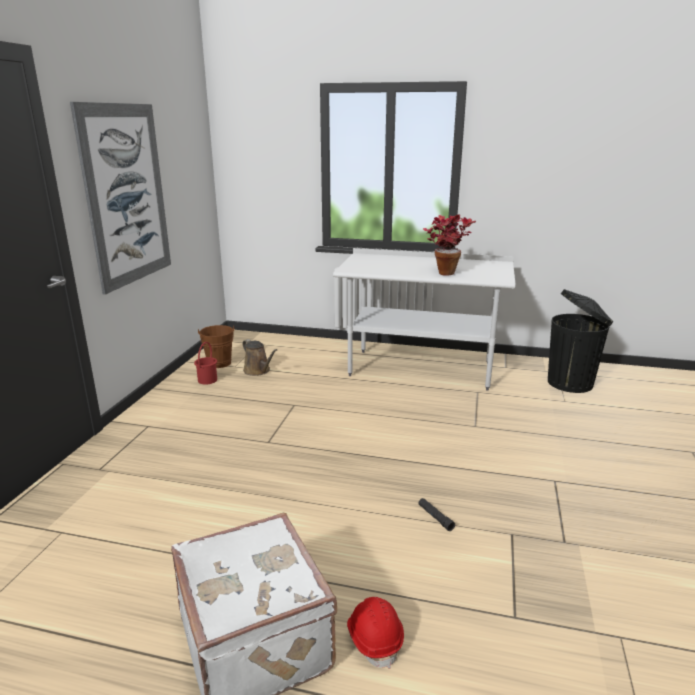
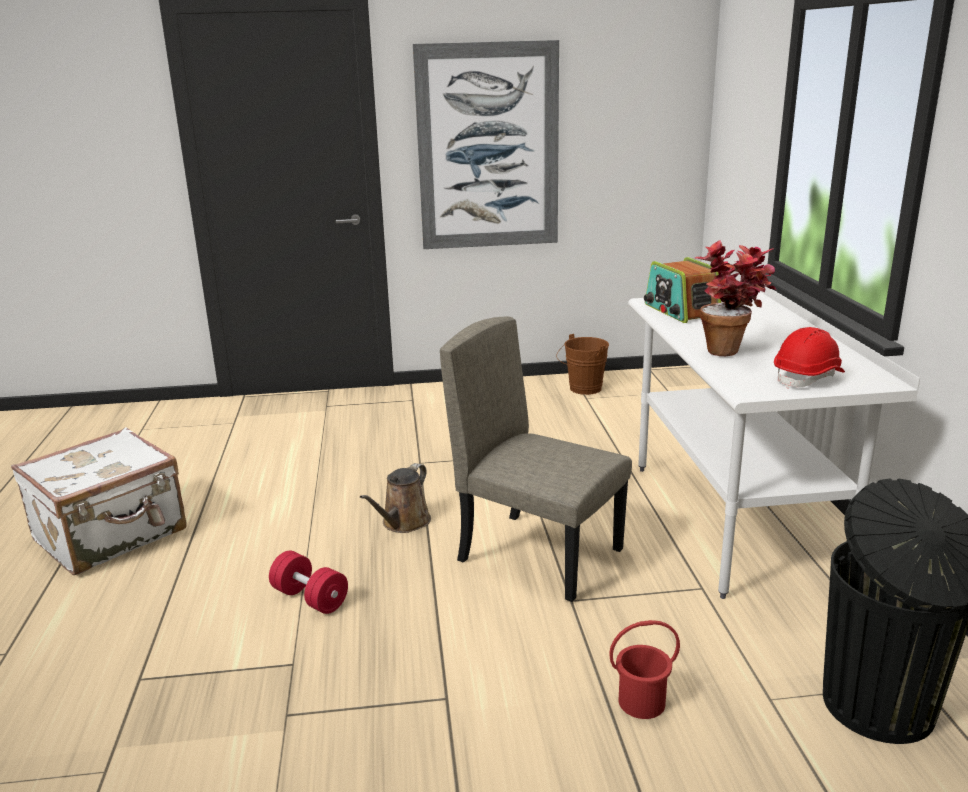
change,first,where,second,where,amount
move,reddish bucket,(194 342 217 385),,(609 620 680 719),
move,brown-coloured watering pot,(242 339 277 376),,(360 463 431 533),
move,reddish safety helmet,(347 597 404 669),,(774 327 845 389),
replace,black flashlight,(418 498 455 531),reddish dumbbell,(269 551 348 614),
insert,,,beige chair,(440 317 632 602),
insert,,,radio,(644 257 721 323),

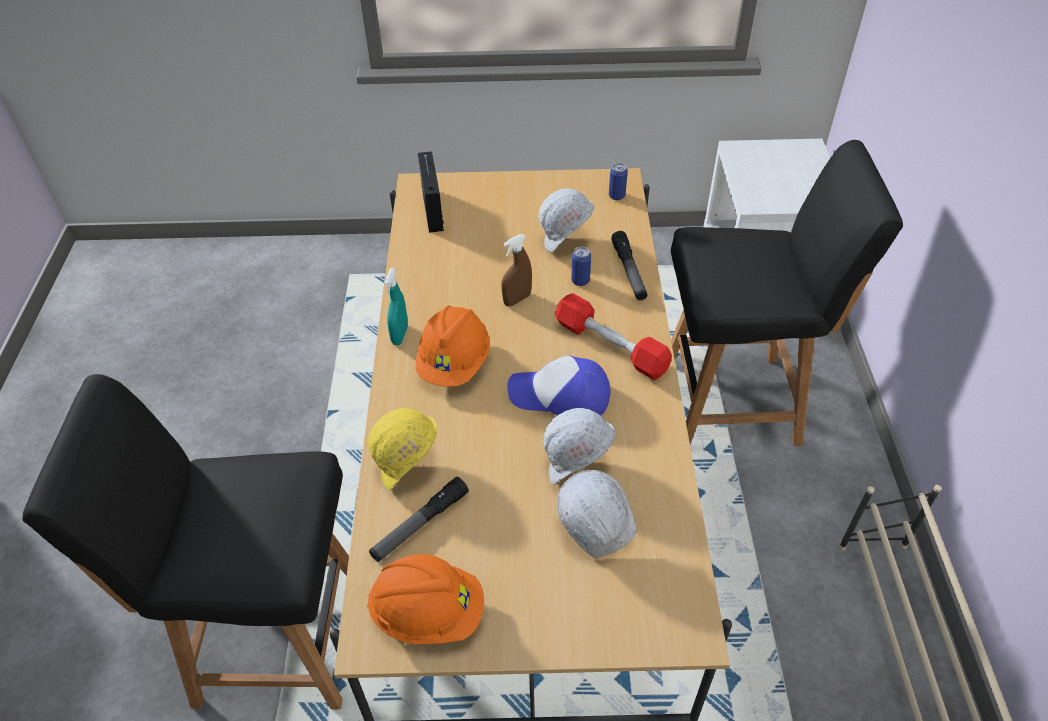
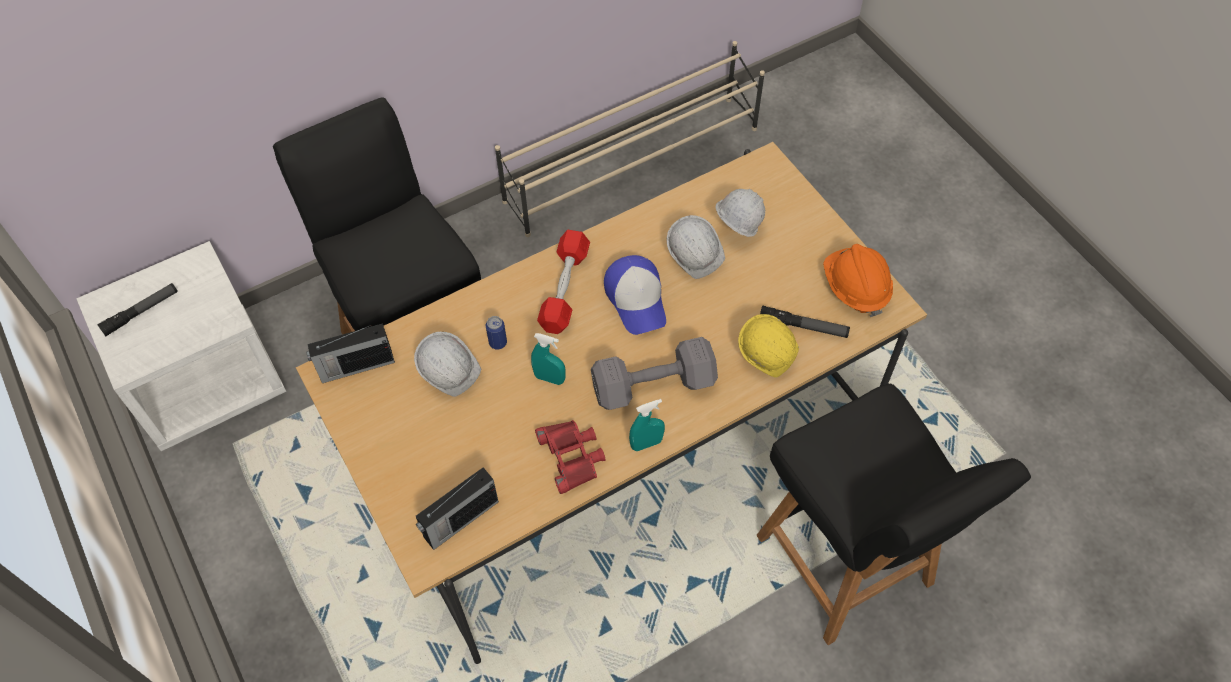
change,first,where,second,where,amount
replace,orange-coloured safety helmet,(416 306 490 387),grey dumbbell,(591 337 718 410),
recolor,brown-coloured spray bottle,(502 234 532 306),turquoise-coloured spray bottle,(531 333 566 385),
replace,sealed can,(609 163 628 200),radio,(306 323 395 383),
move,flashlight,(611 231 647 300),,(97 283 178 336),
insert,,,reddish binoculars,(535 420 606 494),

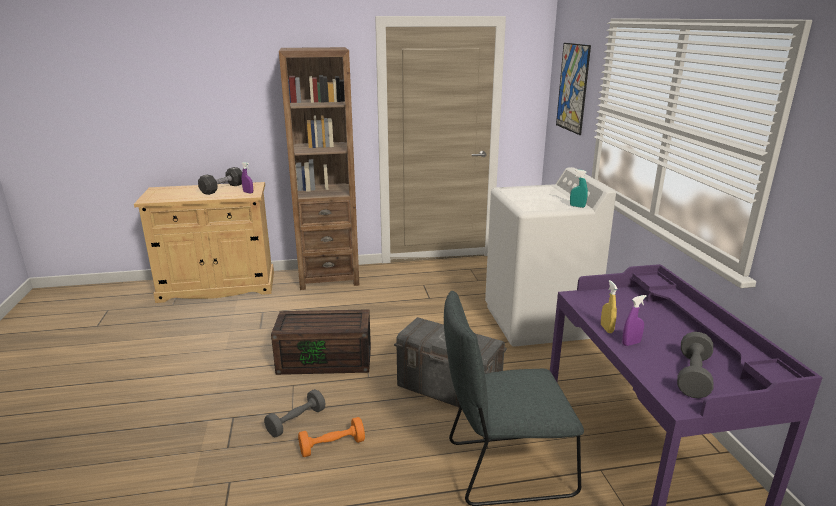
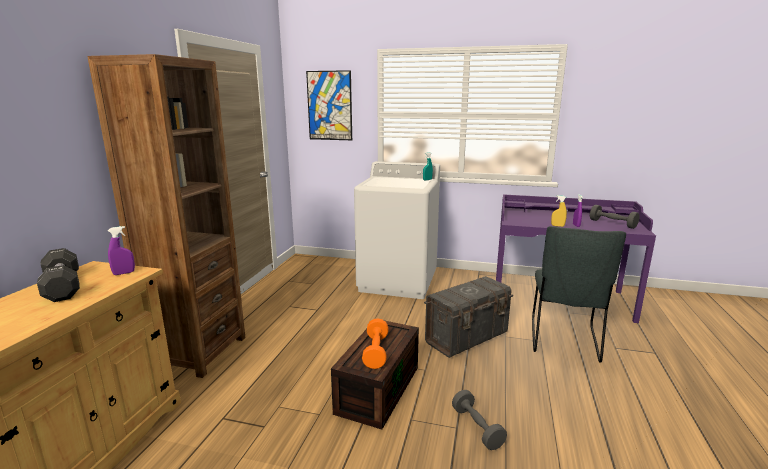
change,first,where,second,where,amount
move,orange-coloured dumbbell,(298 417 365 457),,(362 318 388 369),

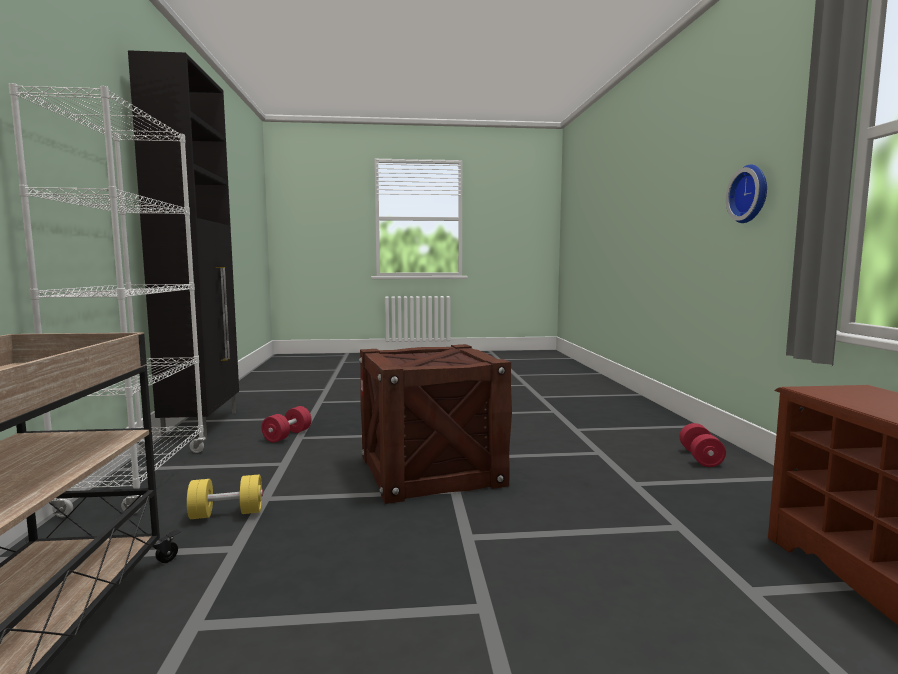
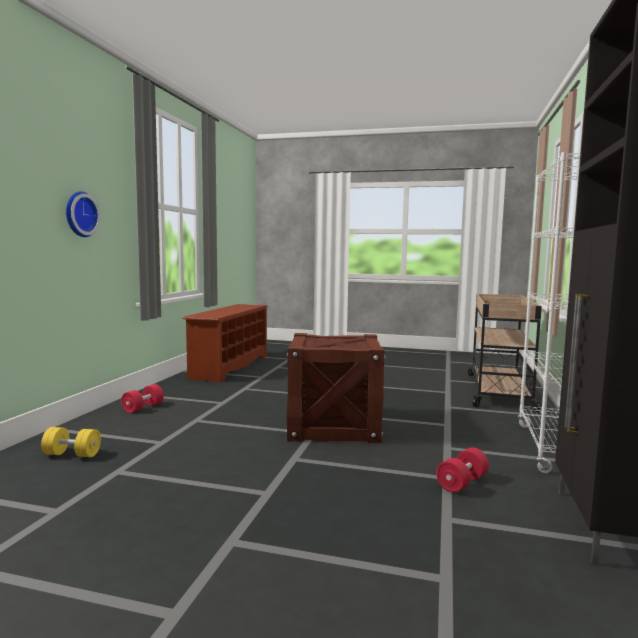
change,first,where,second,where,amount
move,yellow-coloured dumbbell,(187 474 263 519),,(41 427 101 457),

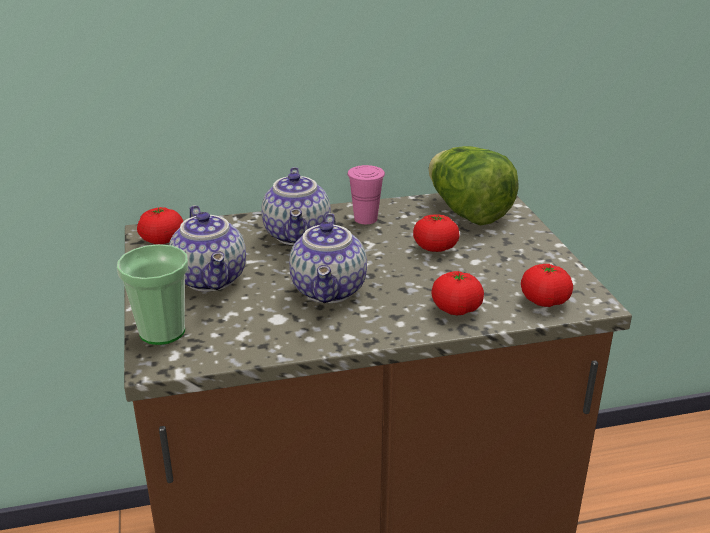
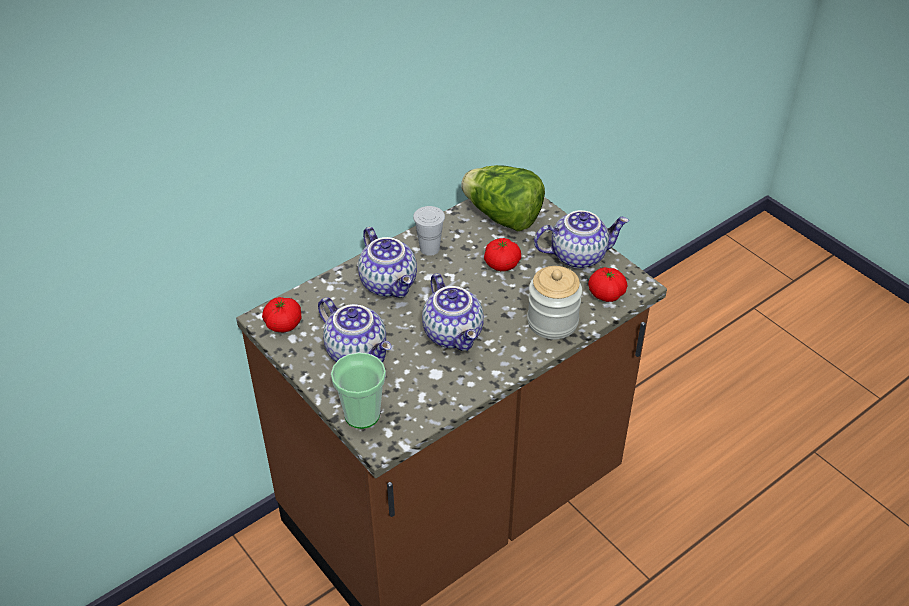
change,first,where,second,where,amount
recolor,pink-coloured drinking cup,(348 165 385 224),white drinking cup,(413 206 445 256),
replace,whole tomato,(431 271 484 315),jar,(527 266 582 339),
insert,,,tea pot,(534 210 629 269),

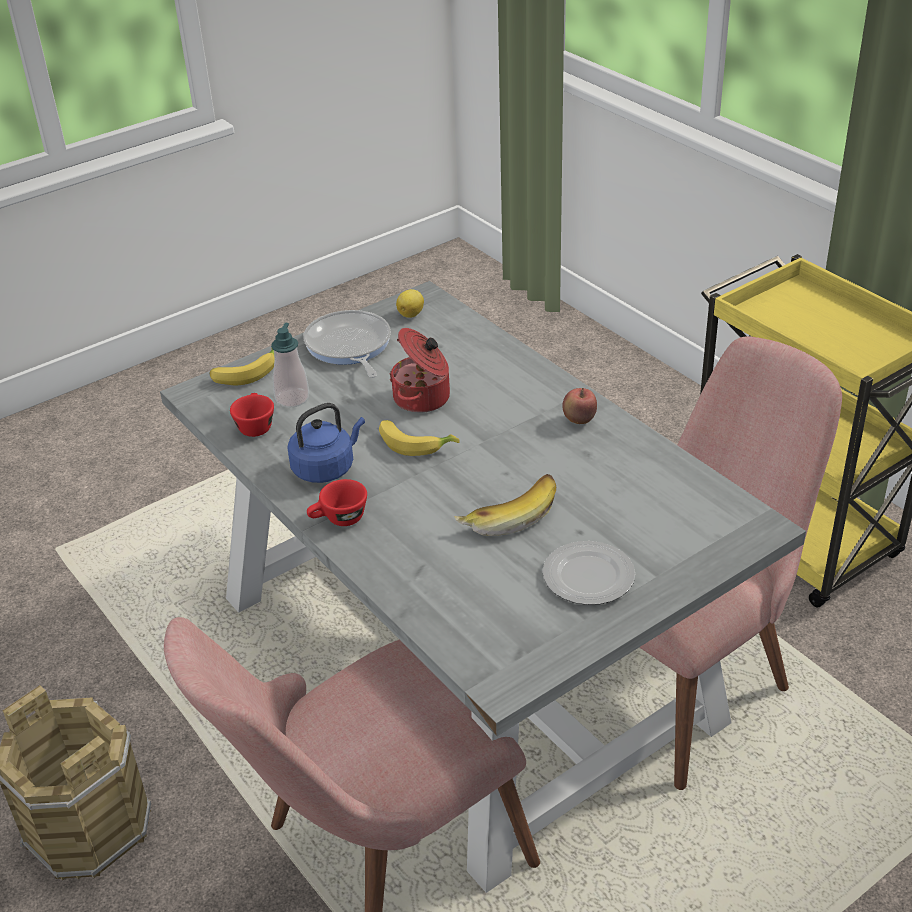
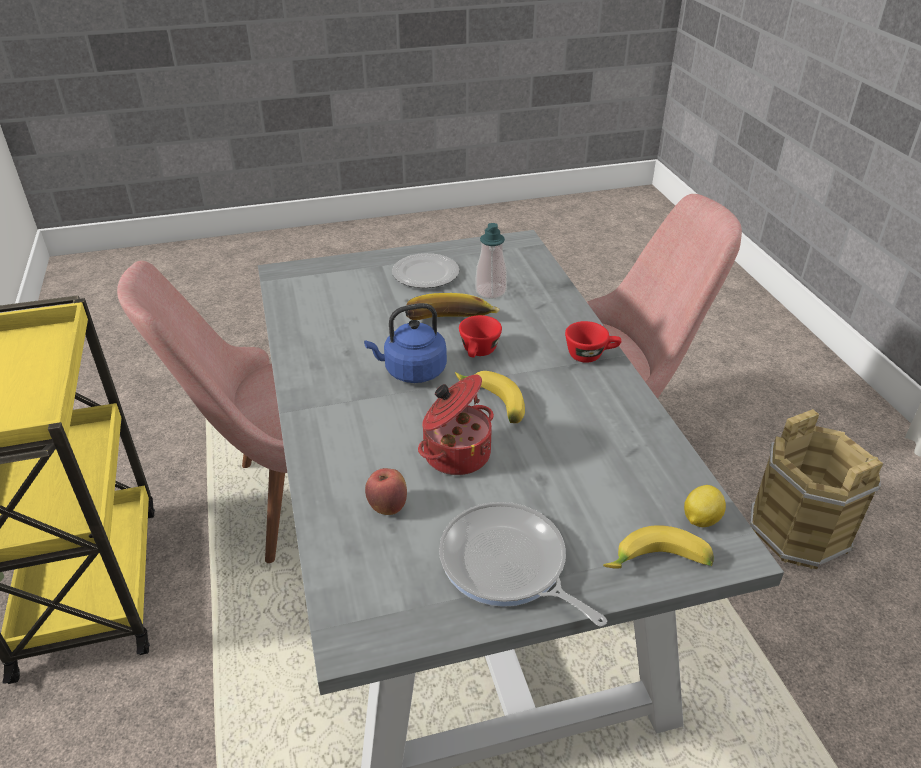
change,first,where,second,where,amount
move,reddish drinking cup,(230 393 274 437),,(459 315 502 357),
move,liquid soap bottle,(271 323 309 408),,(475 223 507 299),
move,blue-coloured tea kettle,(287 403 365 483),,(364 303 447 383),
rotate,frying pan,(303 310 391 378),,(439 502 607 627),135 degrees clockwise
move,citrus fruit,(396 289 424 318),,(684 485 726 527),
move,whole apple,(562 388 597 424),,(365 468 407 515),

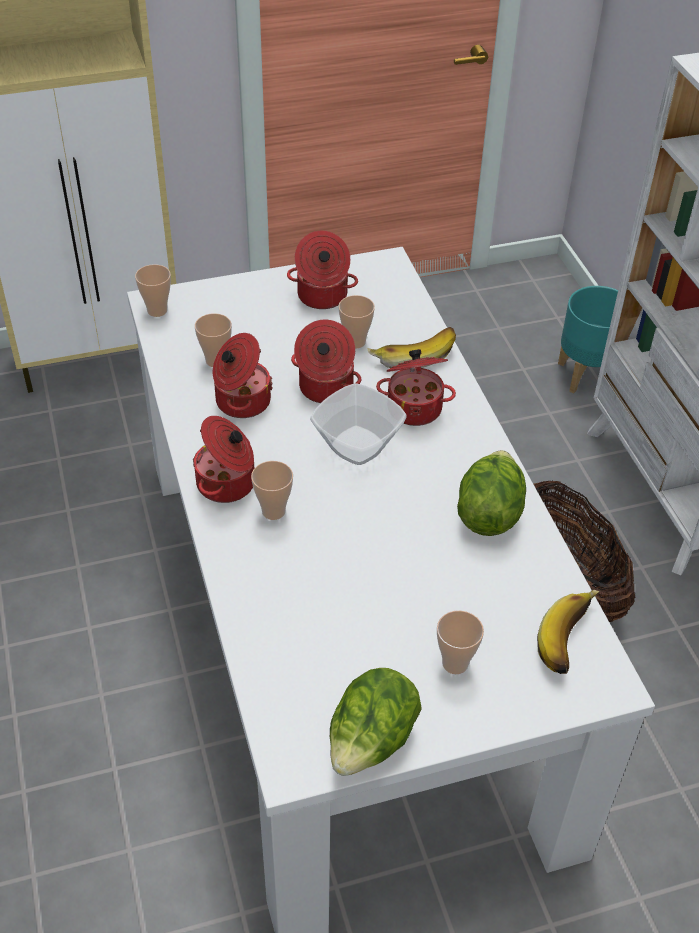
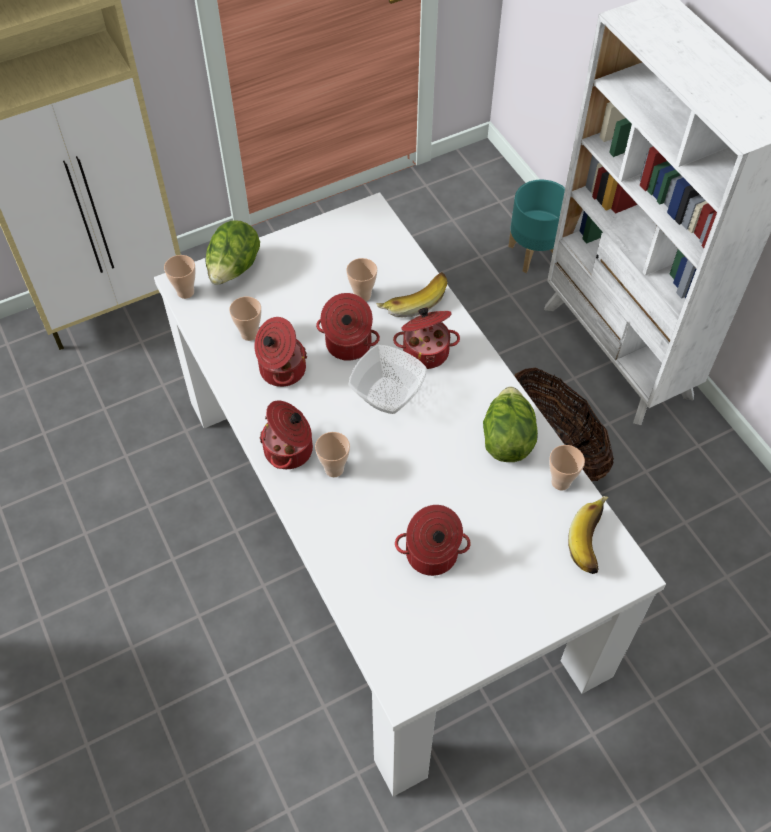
change,first,where,second,where,amount
move,stockpot,(287 230 358 309),,(395 505 471 576),
move,lettuce head,(330 668 422 776),,(206 220 260 285),
move,drinking cup,(437 610 484 674),,(549 445 585 491),

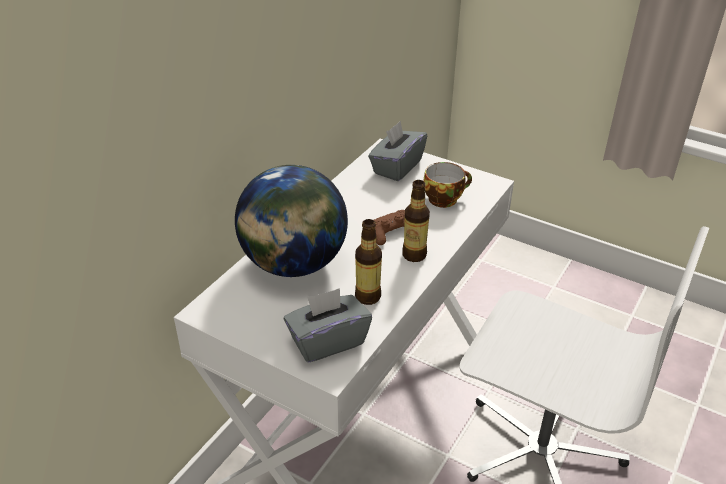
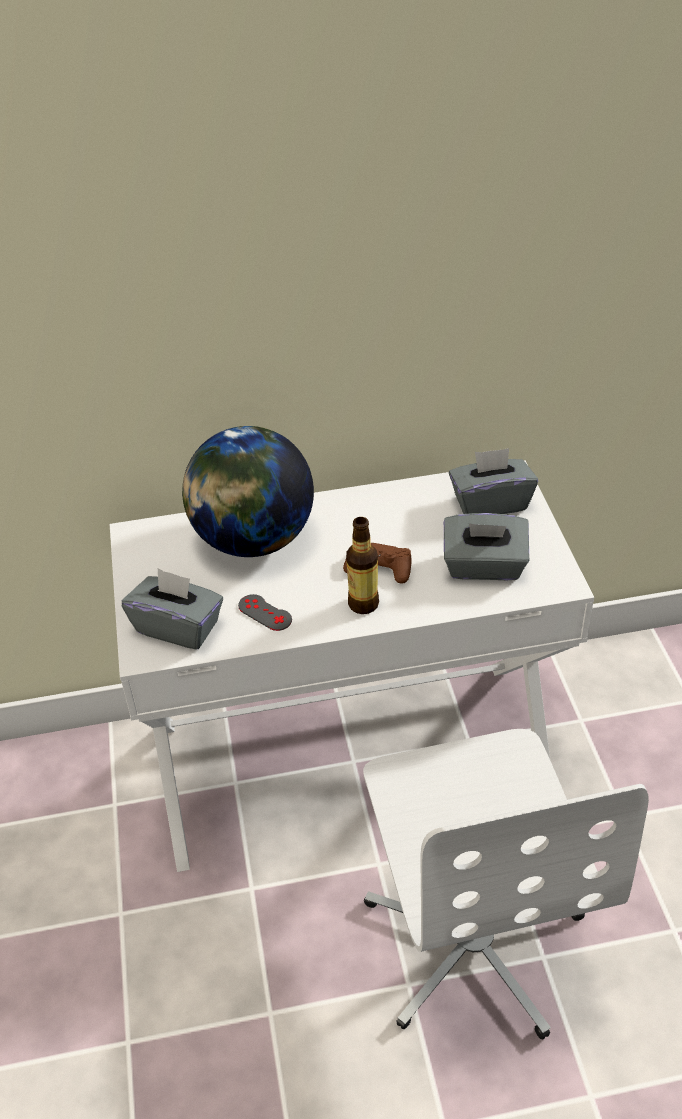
change,first,where,second,where,amount
replace,drink bottle,(355 219 382 305),grey gamepad,(238 594 292 631),
replace,drinking cup,(423 162 472 208),grey box of tissues,(444 513 529 580),

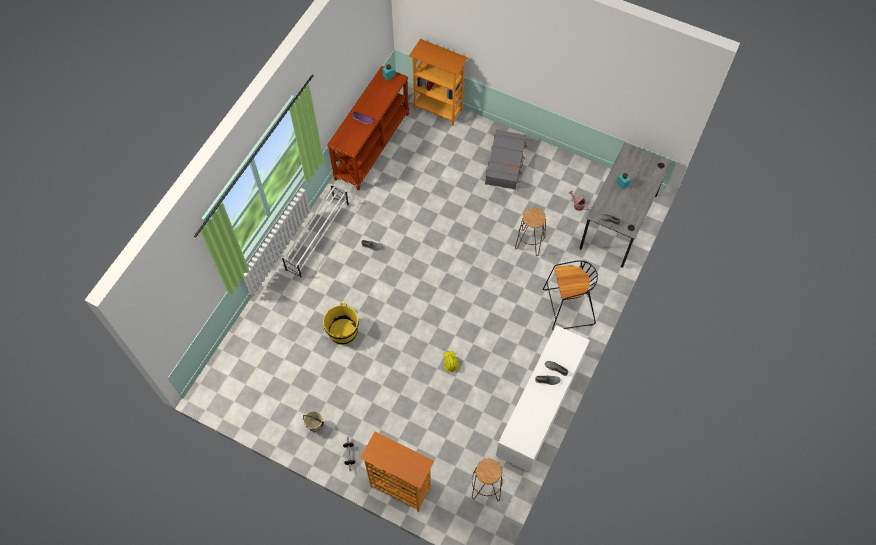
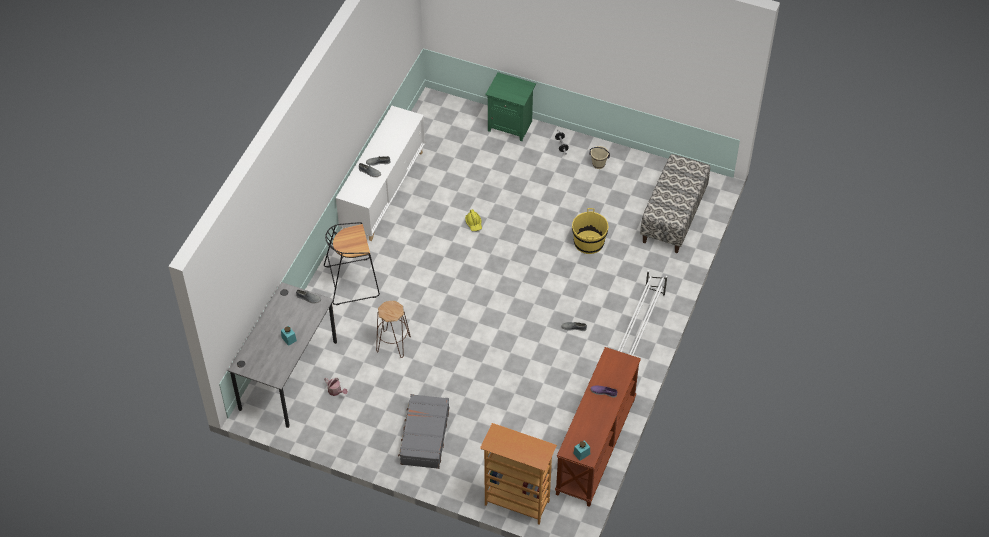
change,first,where,second,where,amount
replace,bookcase,(360 431 434 512),greenish bedside table,(485 72 536 141),
delete,brown-coloured stool,(472 458 503 501),,,
insert,,,long seat,(640 154 710 253),

